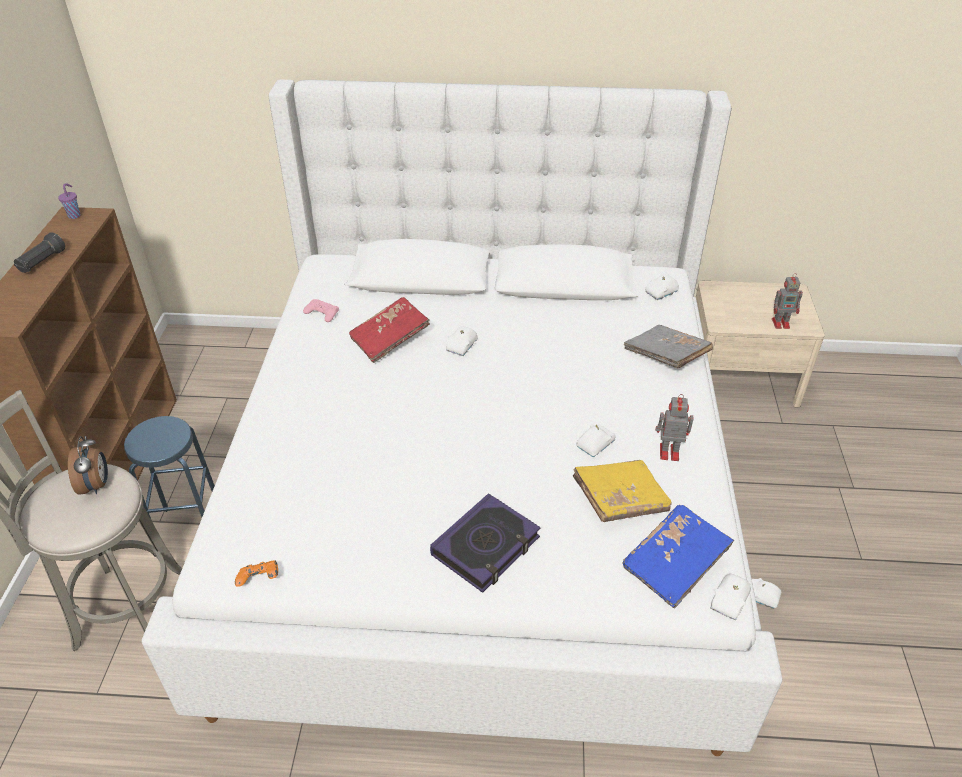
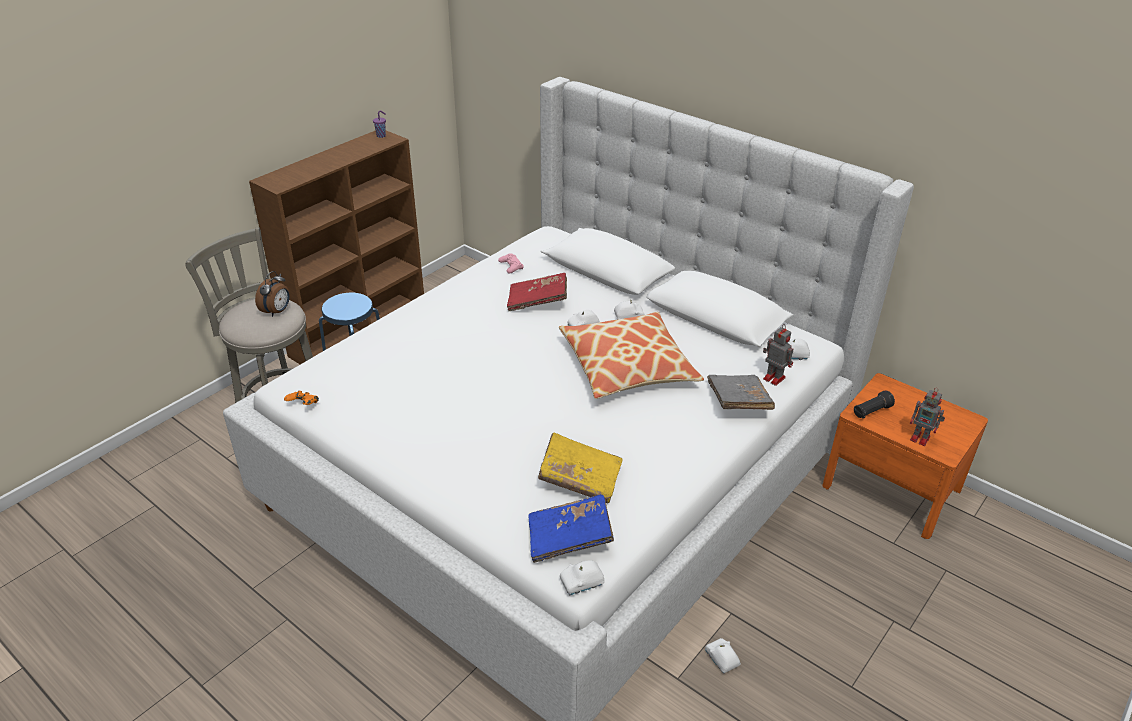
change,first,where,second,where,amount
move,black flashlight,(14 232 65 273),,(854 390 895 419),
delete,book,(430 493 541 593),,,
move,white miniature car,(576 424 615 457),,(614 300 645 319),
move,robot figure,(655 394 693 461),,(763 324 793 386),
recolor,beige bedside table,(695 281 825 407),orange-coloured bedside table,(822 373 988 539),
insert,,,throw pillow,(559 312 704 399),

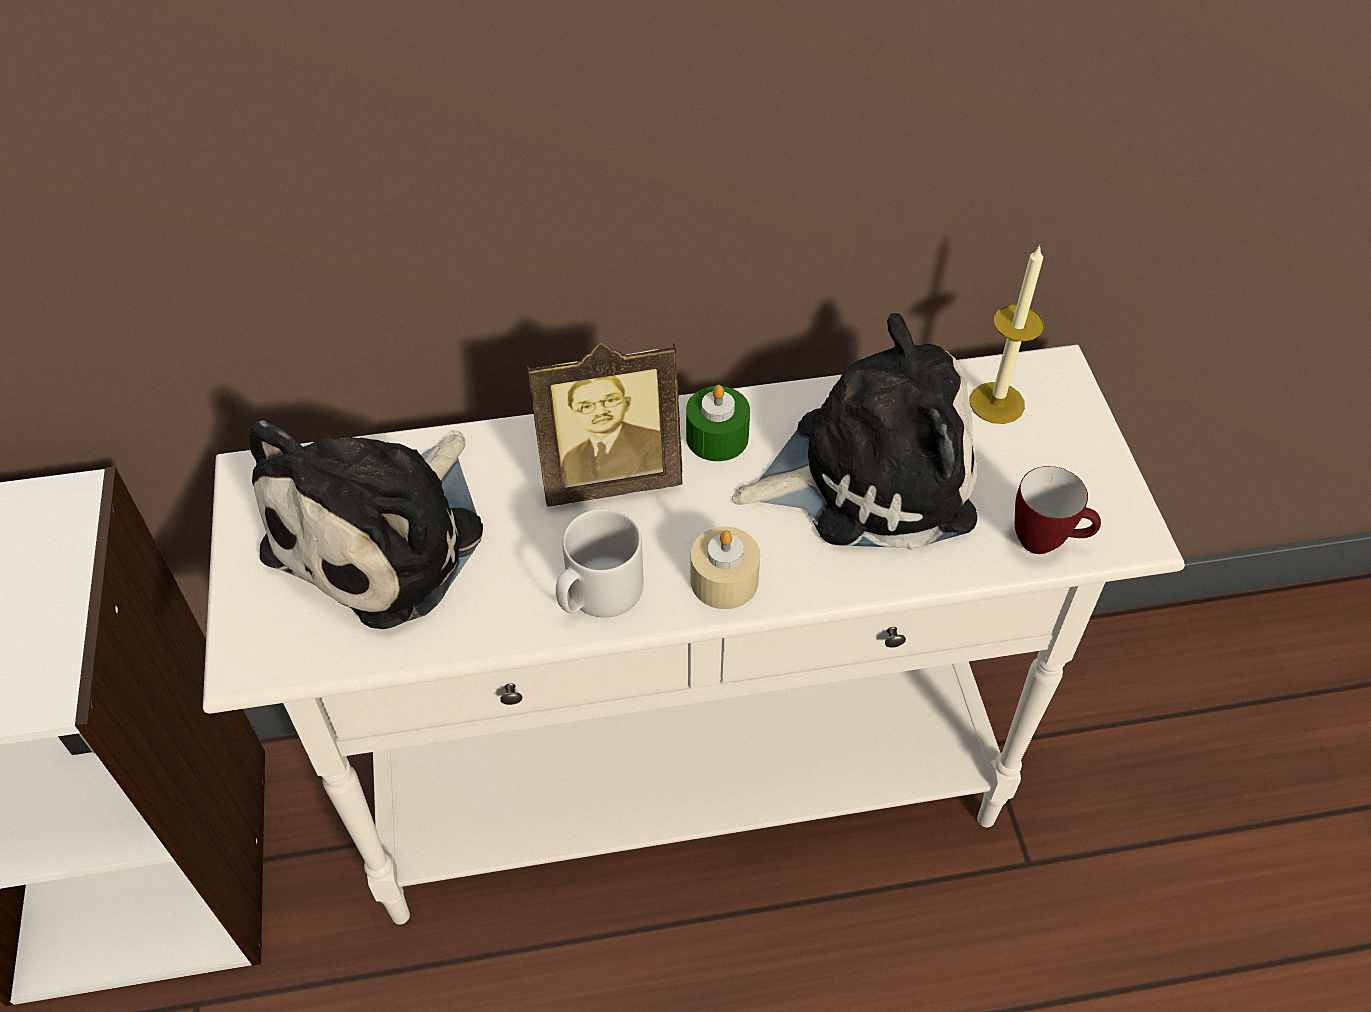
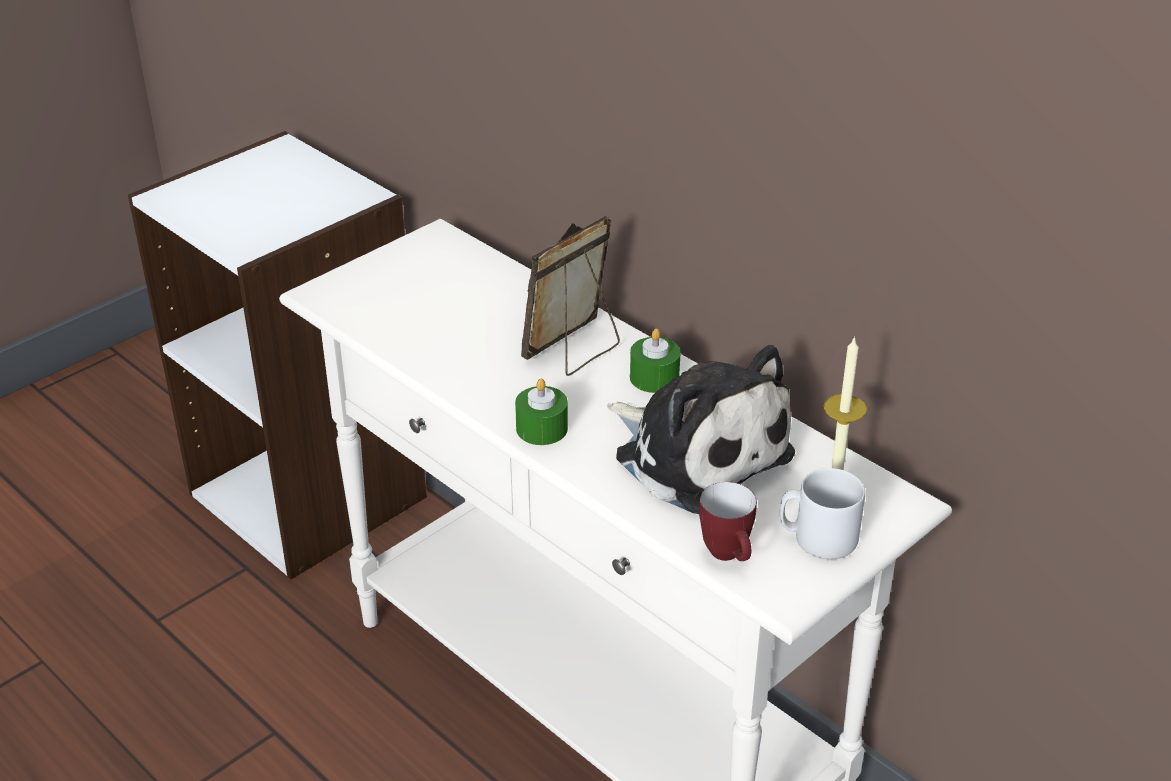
change,first,where,second,where,amount
delete,cuddly toy,(249 420 483 629),,,
rotate,photo frame,(527 342 682 507),,(521 216 620 376),90 degrees clockwise
move,grey coffee mug,(556 509 644 618),,(780 468 865 559),
recolor,beige wax light,(690 527 760 609),greenish wax light,(515 378 568 445),

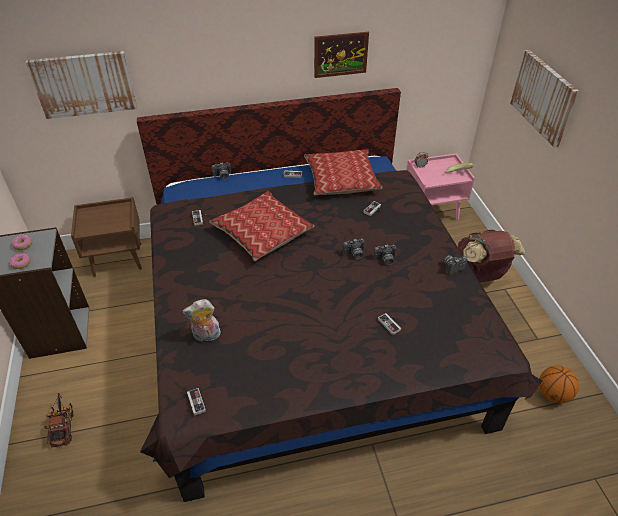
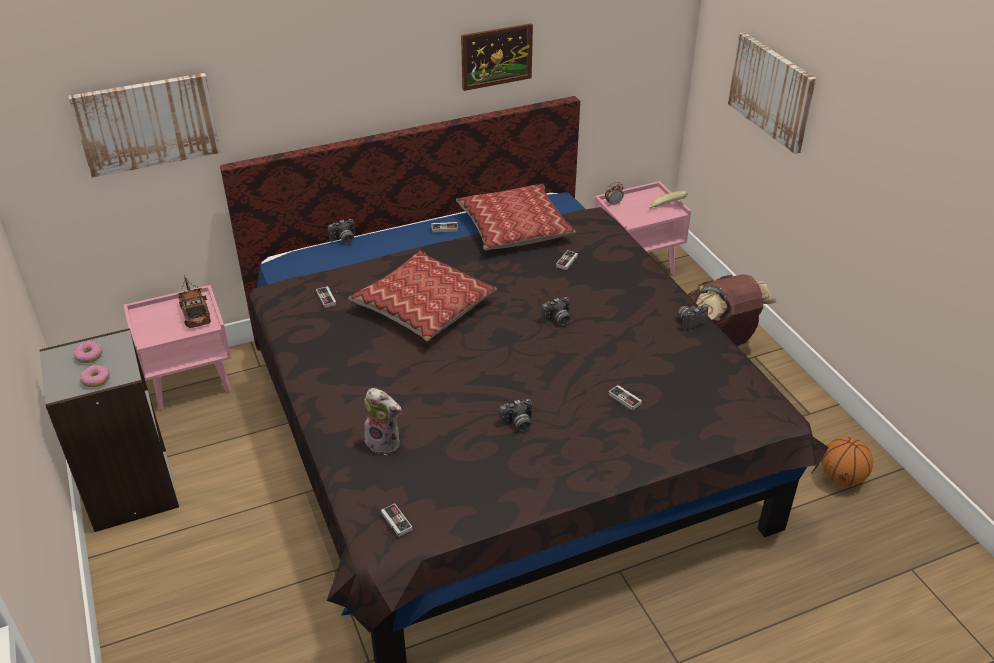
change,first,where,second,where,amount
move,toy lorry,(44 393 73 447),,(178 275 211 328),
recolor,brown-coloured bedside table,(71 197 142 277),pink-coloured bedside table,(124 285 231 410),
rotate,cuddly toy,(182 299 221 343),,(364 388 402 455),135 degrees counterclockwise
move,photo camera,(373 244 396 265),,(499 399 532 431),

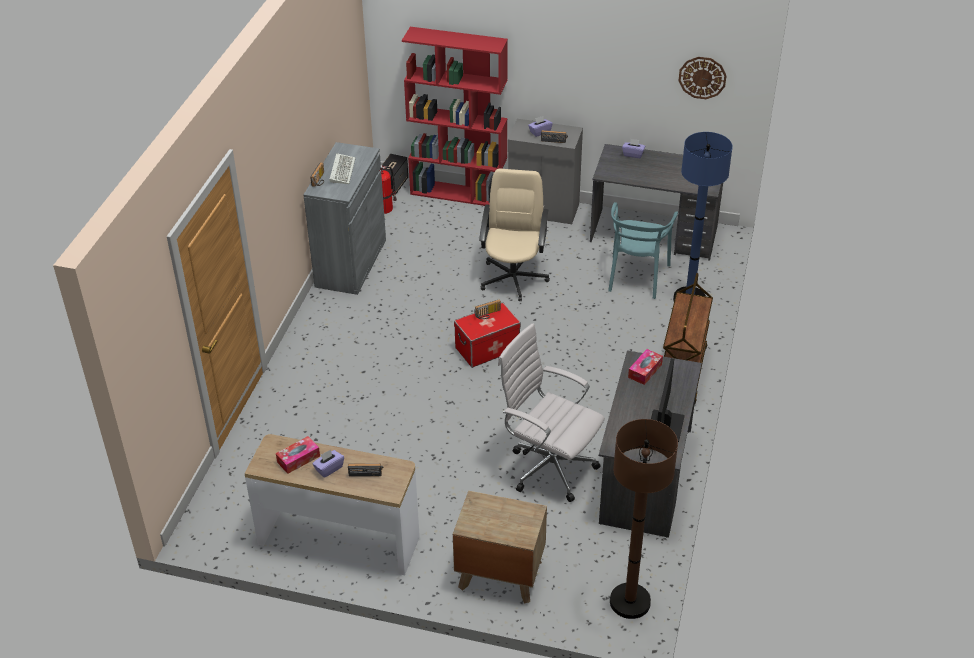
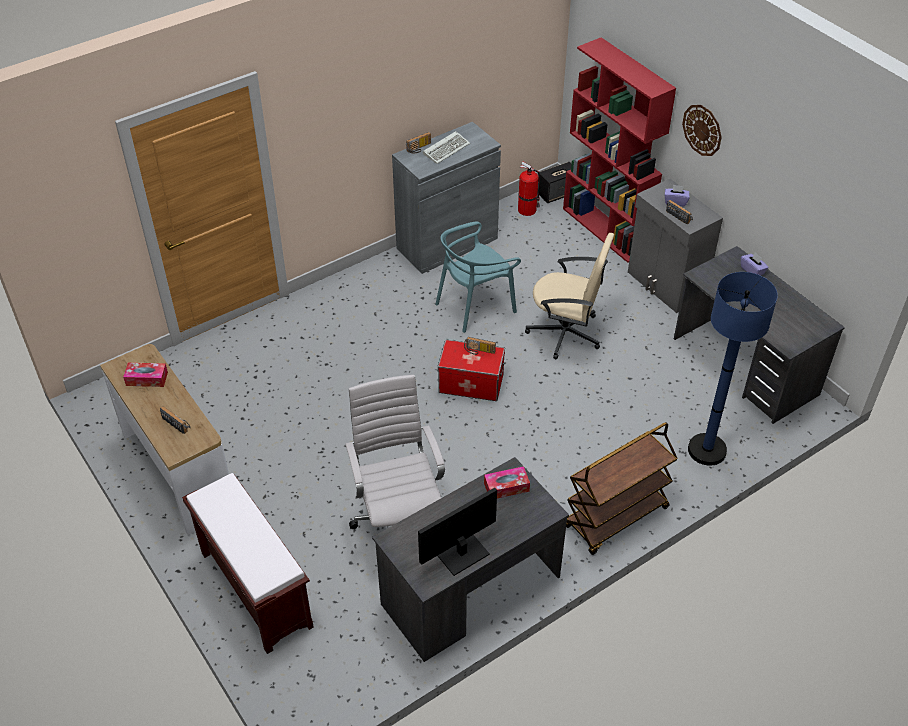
change,first,where,second,where,amount
delete,purplish box of tissues,(312 450 344 478),,,
replace,brown-coloured bedside table,(453 491 547 604),brown-coloured long seat,(182 473 314 654),
rotate,beige desk chair,(479 169 550 301),,(525 233 614 359),60 degrees clockwise
move,turquoise-coloured chair,(608 202 678 299),,(435 222 521 333),
delete,brown-coloured standing lamp,(610 419 678 619),,,
move,clock on the wall,(678 57 727 99),,(682 105 722 156),

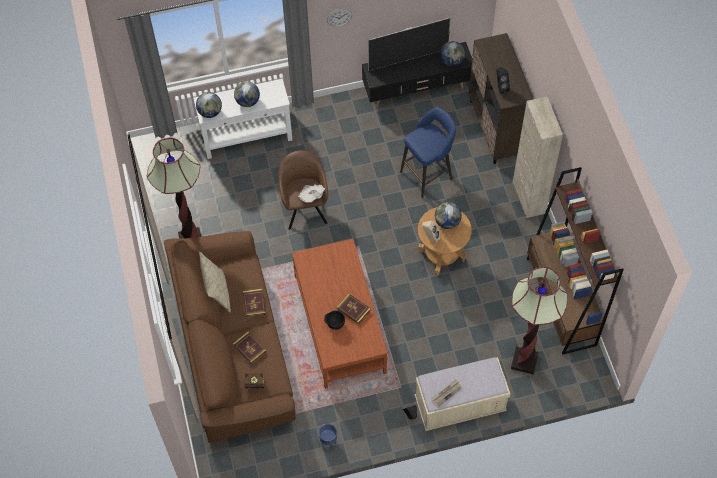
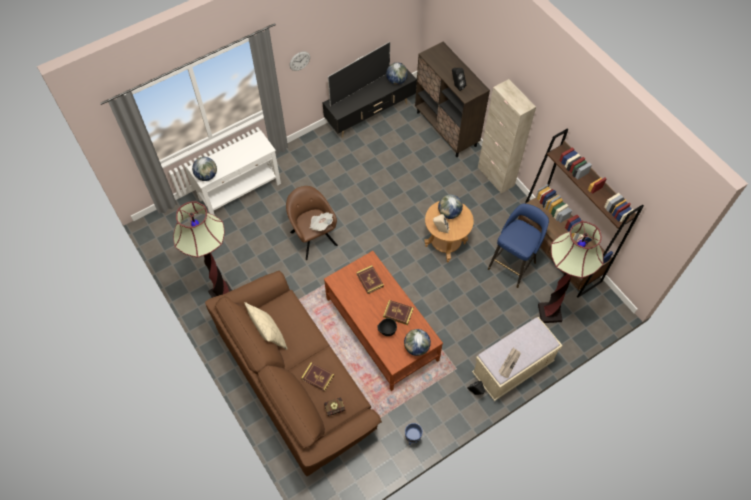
change,first,where,second,where,amount
move,world globe,(234 81 260 107),,(404 329 431 356),
move,book,(243 289 266 318),,(356 265 384 294),
move,blue-coloured stool,(400 107 456 198),,(488 204 549 288),

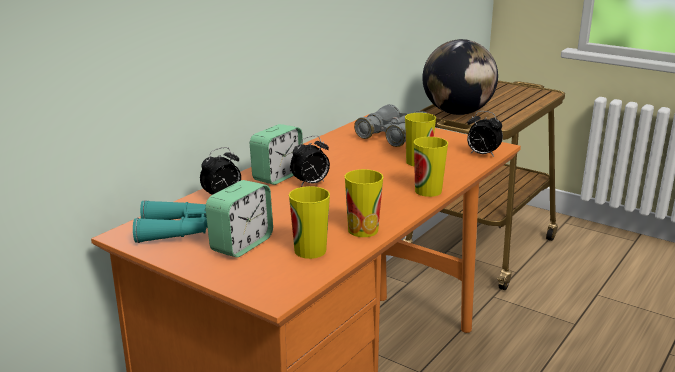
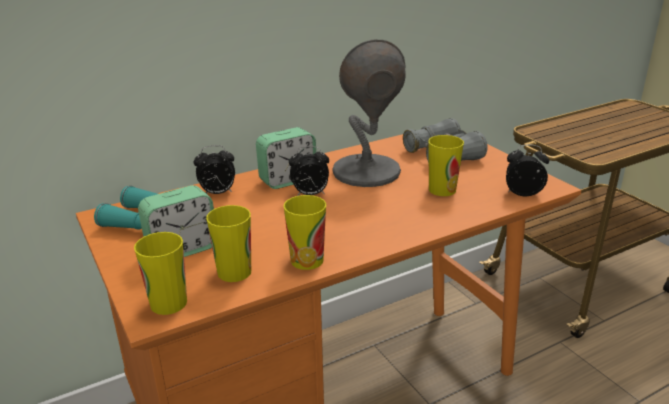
change,first,where,second,where,amount
move,drinking cup,(414 137 448 197),,(134 232 187 315),
delete,world globe,(422 39 498 115),,,
rotate,bedside clock,(467 111 503 157),,(506 145 549 196),135 degrees clockwise
insert,,,grey table lamp,(332 40 406 187),

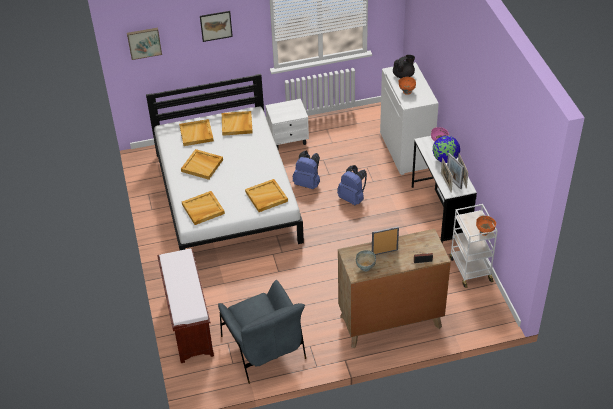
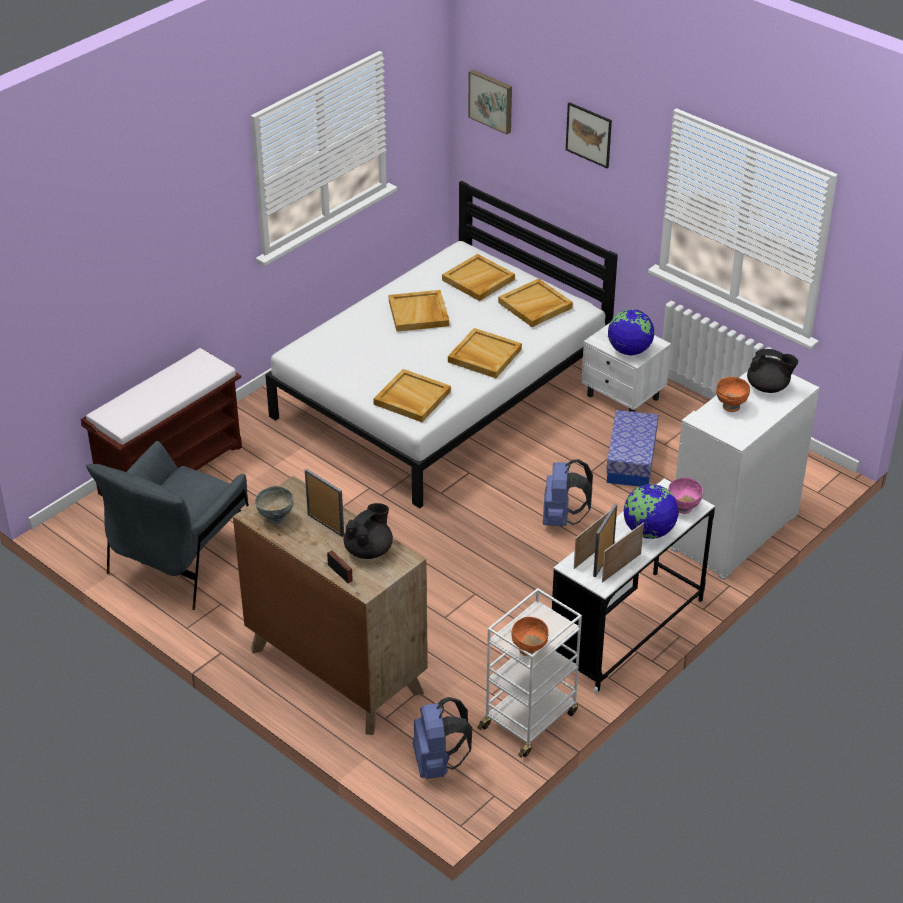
change,first,where,second,where,amount
move,beige carrying tray,(182 191 225 225),,(448 328 522 378),
move,blue-coloured rucksack,(293 150 320 189),,(413 697 472 779),
insert,,,black tea pot,(344 503 393 559),
insert,,,storage box,(606 410 658 487),
insert,,,world globe,(608 309 654 355),

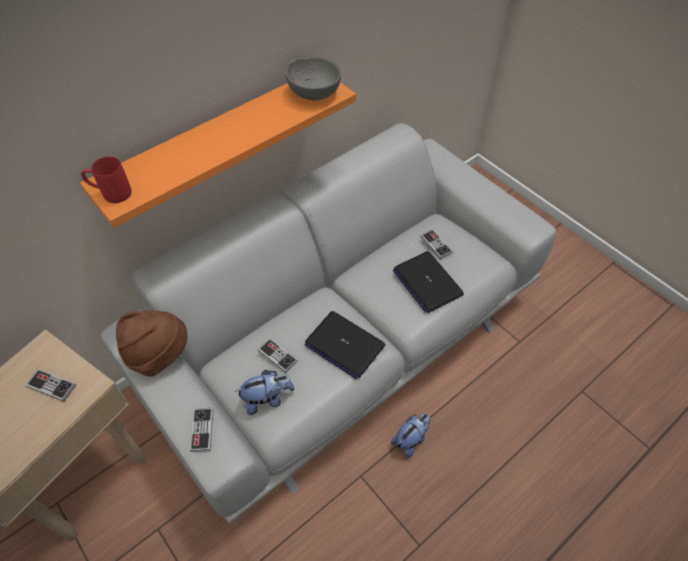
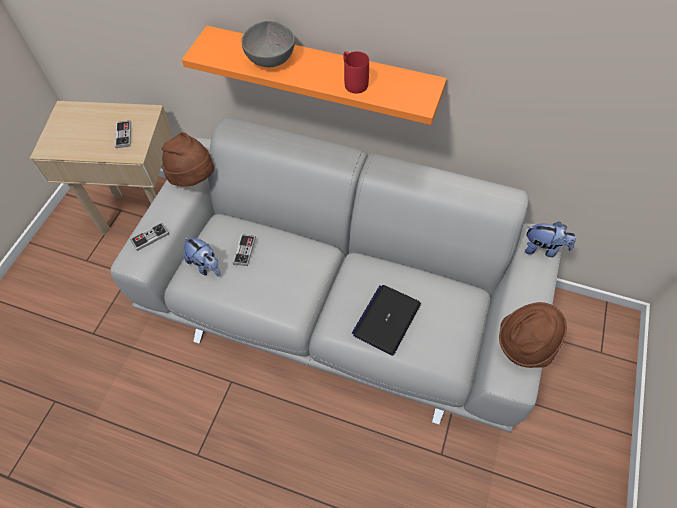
change,first,where,second,where,amount
move,reddish coffee mug,(81 156 132 203),,(344 51 369 93),
move,grey deep dish,(286 57 341 100),,(242 21 295 67),
delete,notebook computer,(305 311 385 379),,,
move,cuddly toy,(391 413 431 458),,(525 222 576 257),
delete,gamepad,(420 229 453 259),,,
insert,,,brown-coloured hat,(499 302 567 368),

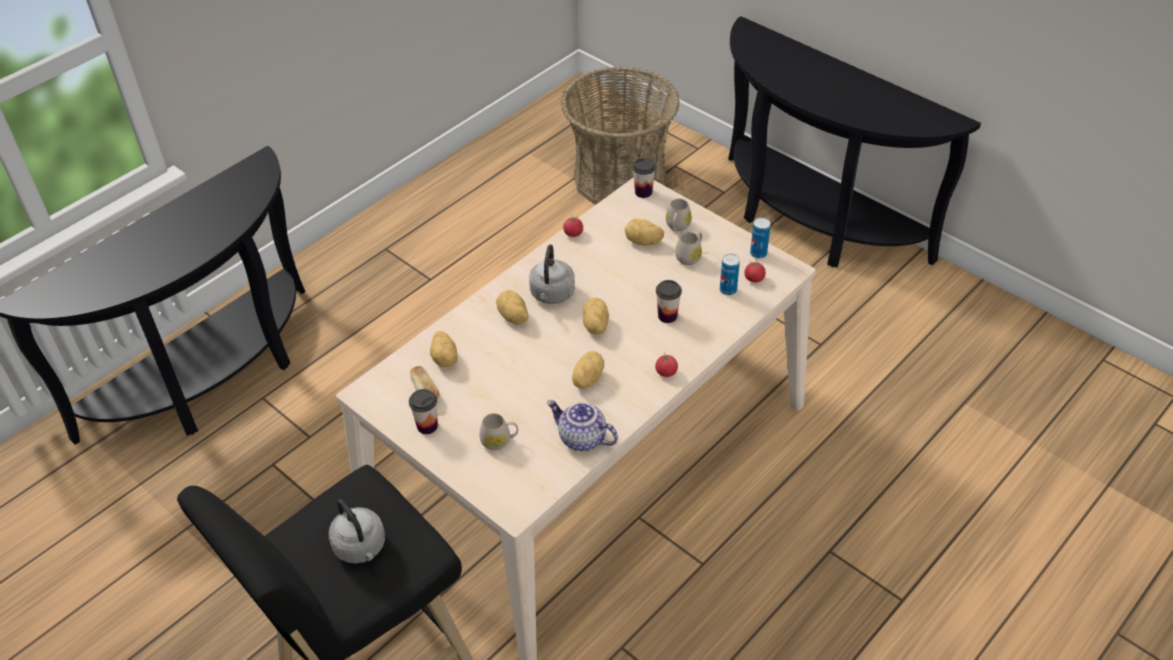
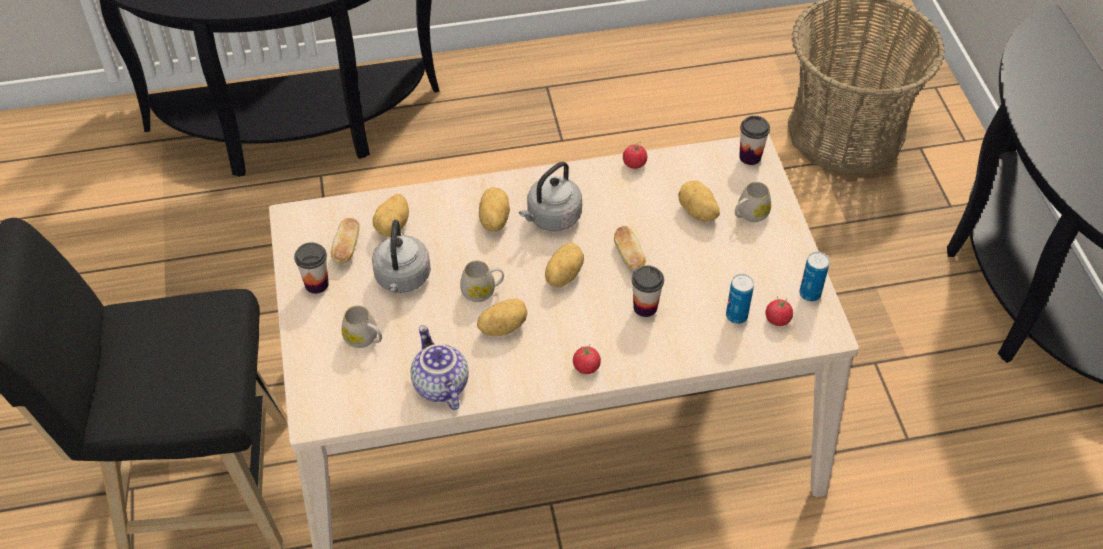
change,first,where,second,where,amount
move,grey tea kettle,(329 499 385 564),,(372 220 431 293),
move,white coffee mug,(675 232 702 265),,(460 260 504 302),
insert,,,baked bread,(614 226 646 272),

